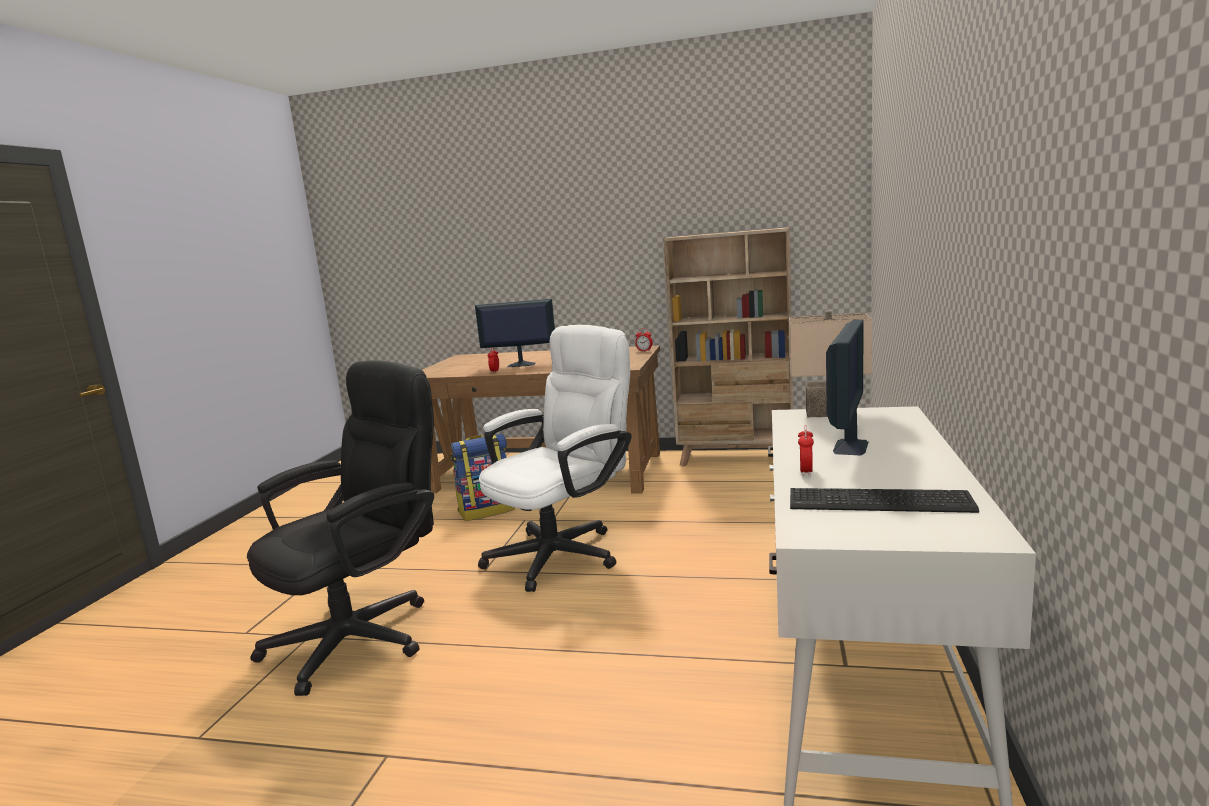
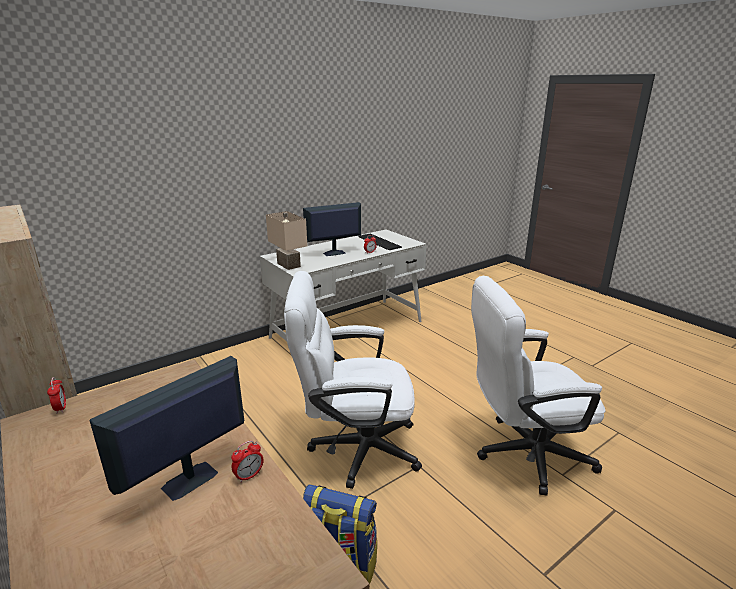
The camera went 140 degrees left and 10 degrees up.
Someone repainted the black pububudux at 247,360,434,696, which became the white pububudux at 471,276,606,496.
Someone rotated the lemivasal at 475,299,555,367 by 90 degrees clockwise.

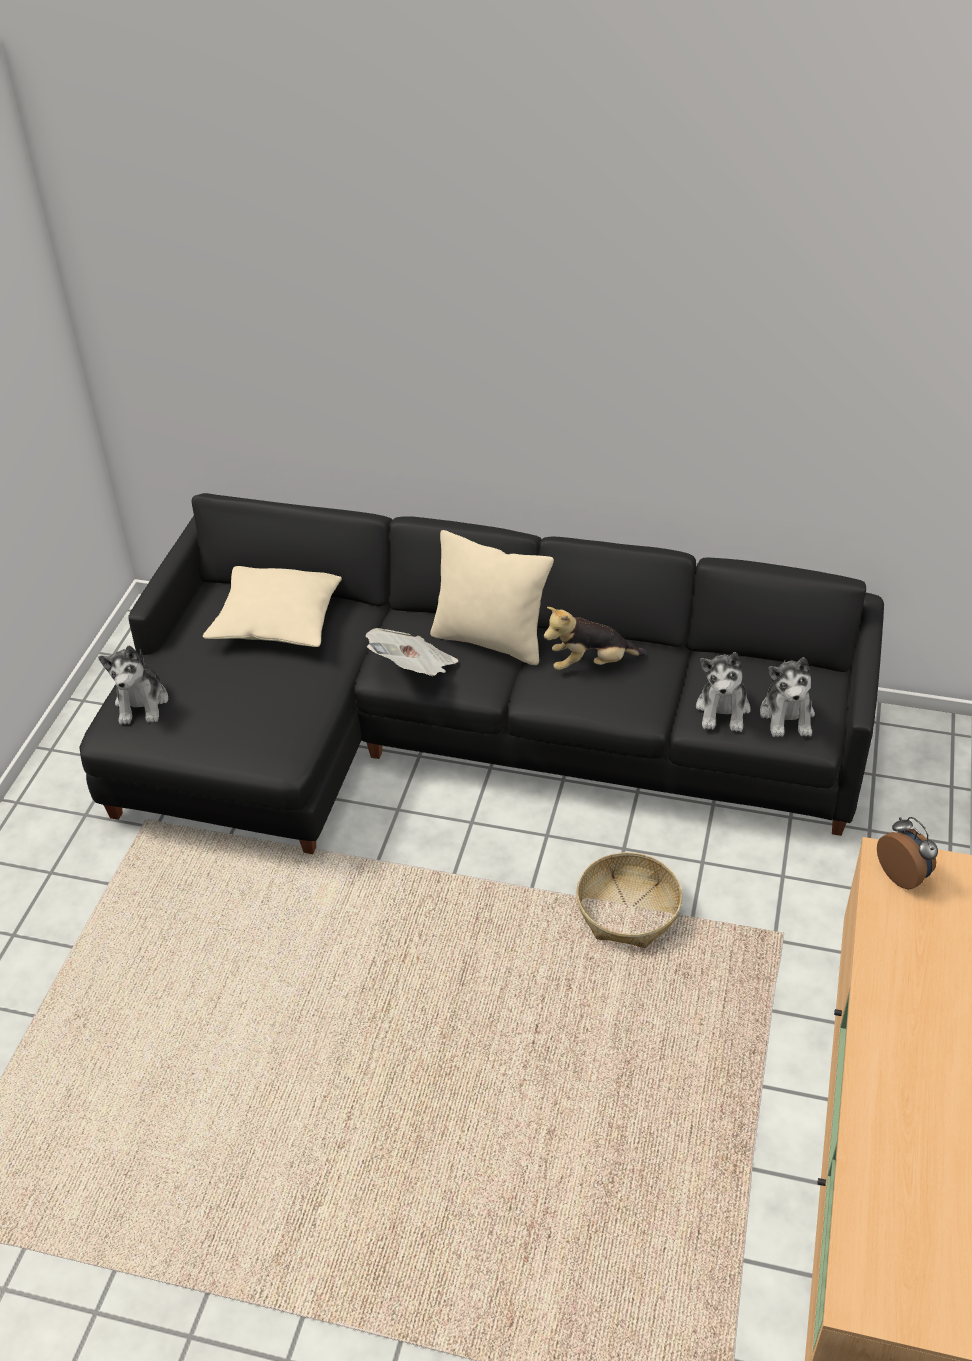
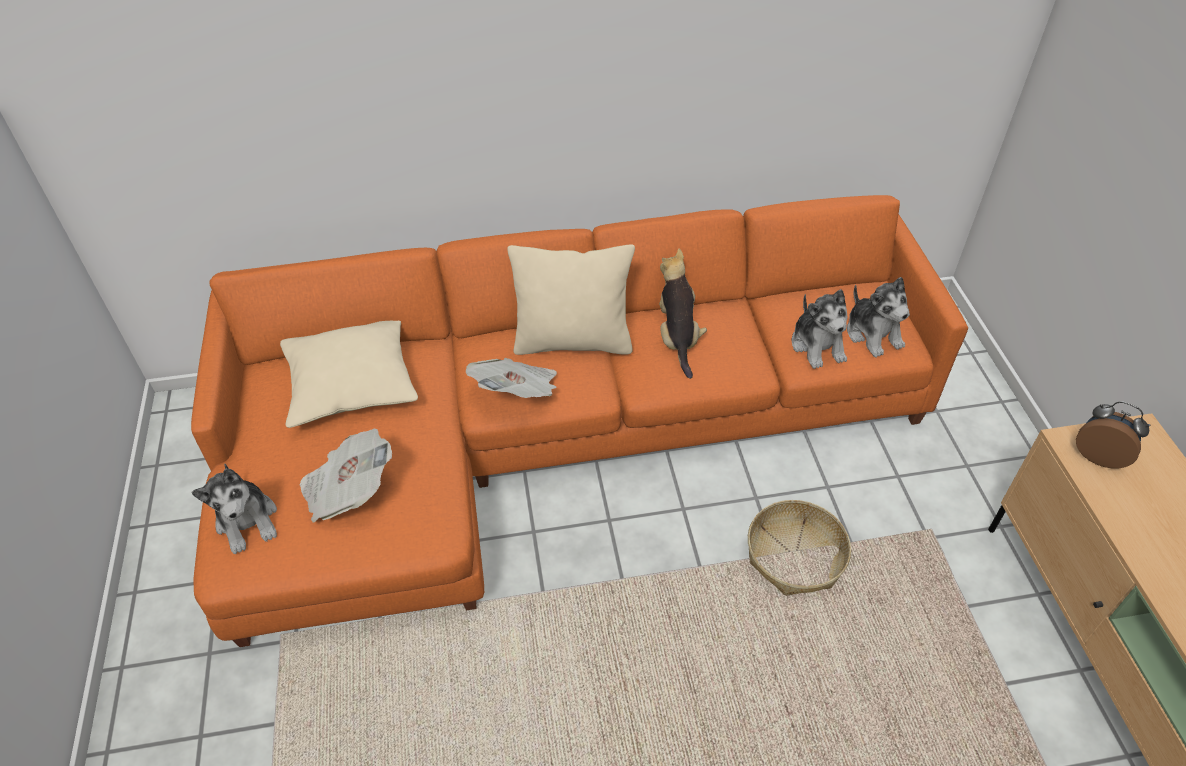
The camera went 25 degrees left and 5 degrees up.
Someone repainted the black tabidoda at 79,493,884,854, which became the orange tabidoda at 191,195,968,647.
Someone rotated the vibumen at 544,607,646,670 by 120 degrees clockwise.
Someone put down the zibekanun at 300,429,392,522.

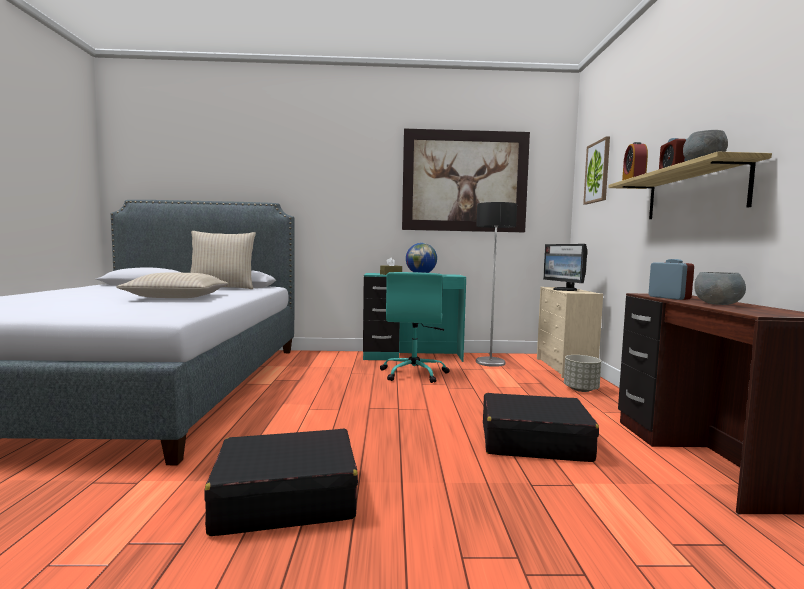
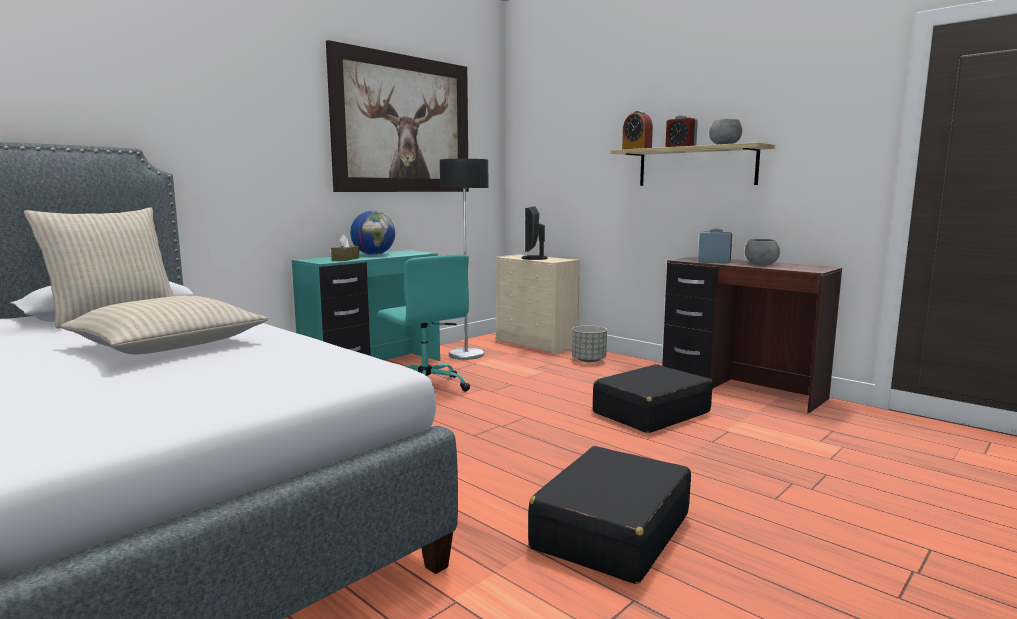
The camera went 45 degrees left and 5 degrees up.
Someone rotated the lemivasal at 543,244,587,291 by 75 degrees clockwise.
Someone took away the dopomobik at 583,136,610,205.

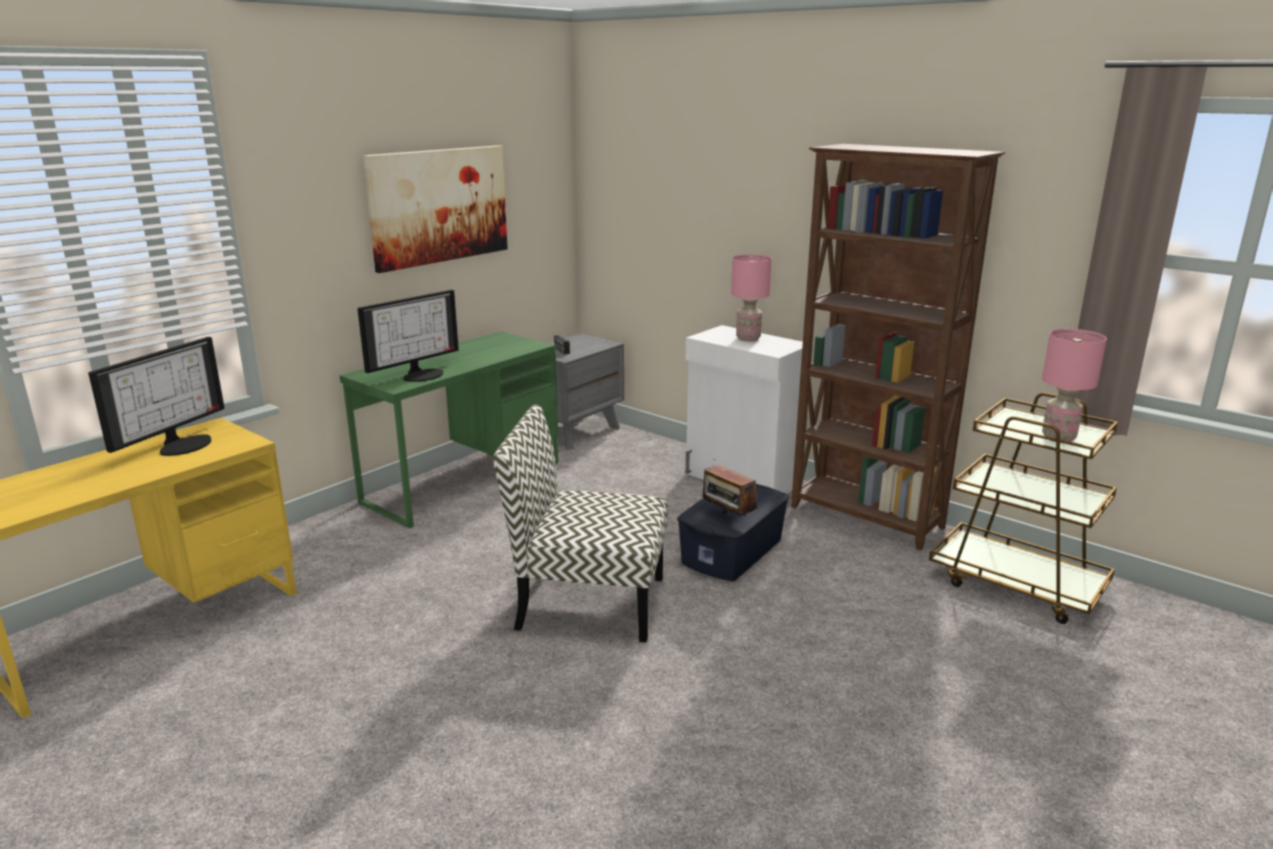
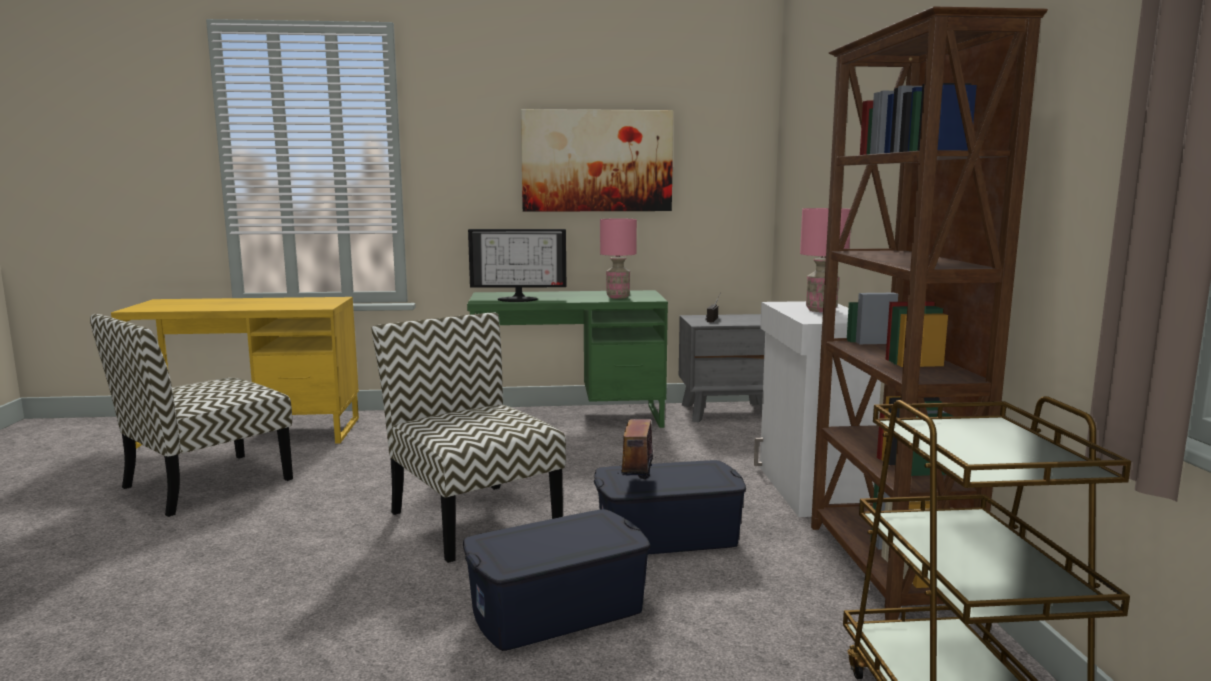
The camera went 45 degrees right and 10 degrees down.
Someone took away the lemivasal at 88,337,224,456.
Someone carried the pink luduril from 1042,329,1107,442 to 600,218,637,299.
Someone put down the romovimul at 90,314,293,517.
Someone put down the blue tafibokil at 463,509,650,651.

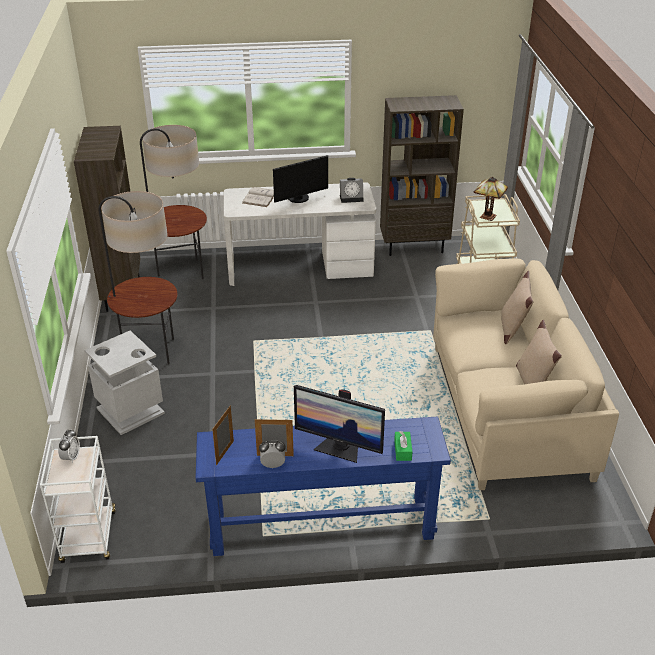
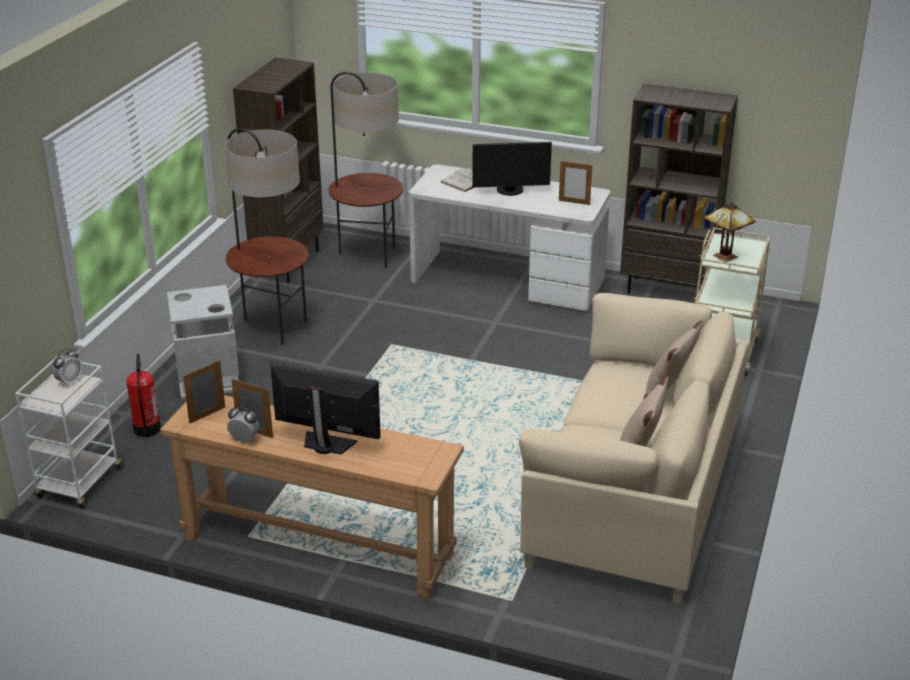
The camera went 25 degrees right and 5 degrees down.
Someone repainted the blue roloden at 196,416,451,556, which became the brown roloden at 160,395,464,599.
Someone rotated the lemivasal at 294,385,385,463 by 150 degrees clockwise.
Someone swapped the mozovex at 340,178,363,203 for the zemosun at 559,161,592,205.
Someone took away the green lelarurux at 394,431,412,461.
Someone put down the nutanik at 127,354,161,437.

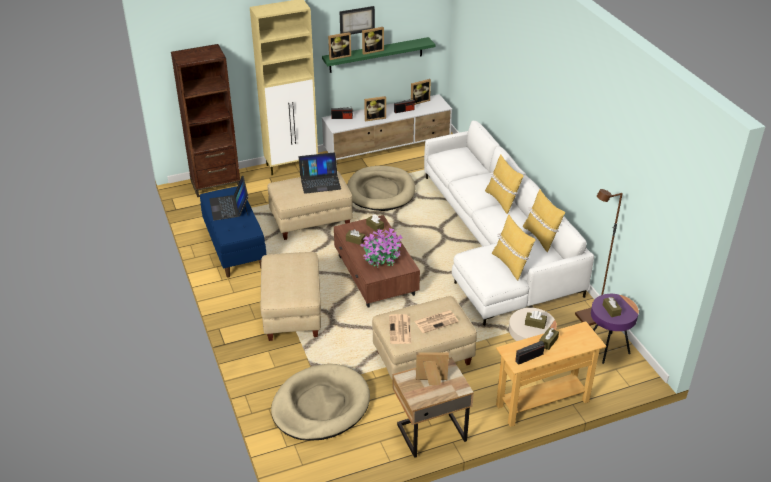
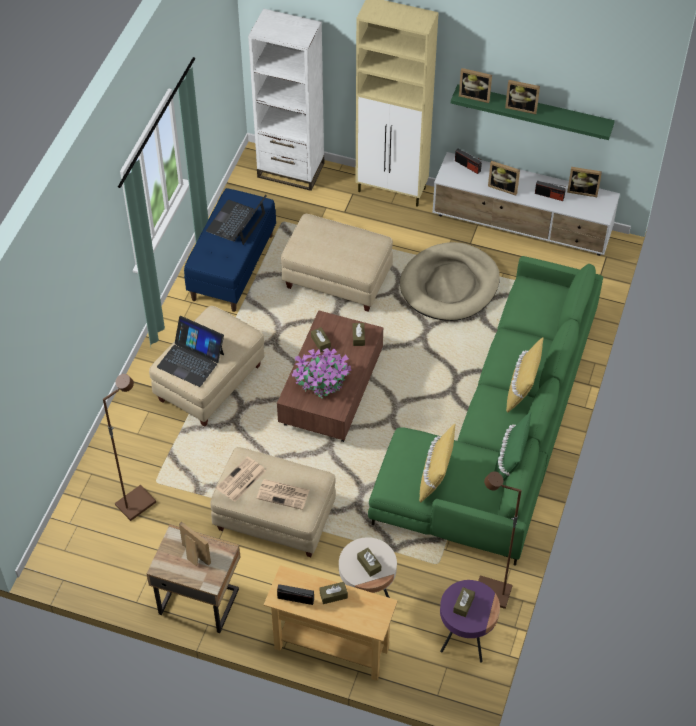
The camera went 40 degrees right and 15 degrees up.
Someone repainted the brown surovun at 171,44,240,197, which became the white surovun at 248,8,324,191.
Someone swapped the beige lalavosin at 271,364,370,441 for the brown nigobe at 103,374,156,521.
Someone carried the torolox from 299,152,341,194 to 157,316,224,387.
Someone took away the dopomobik at 340,6,375,34.
Someone repainted the white tabidoda at 424,121,594,326, which became the green tabidoda at 368,256,603,566.
Someone repainted the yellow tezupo at 523,189,565,252, which became the green tezupo at 495,412,531,482.

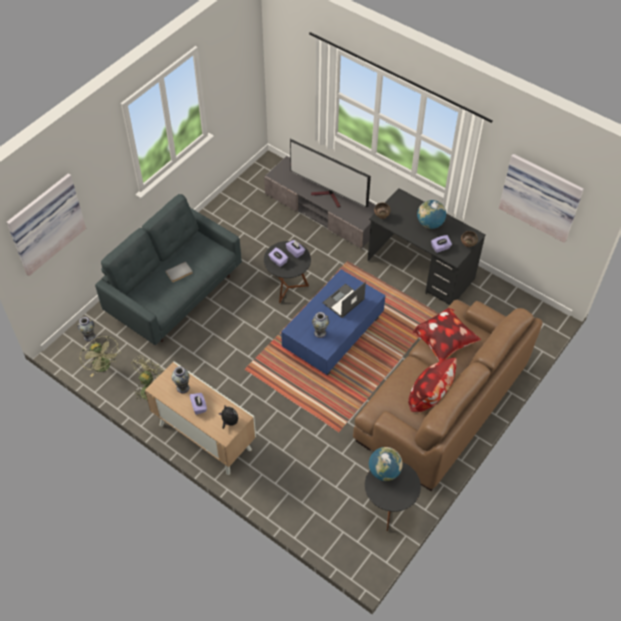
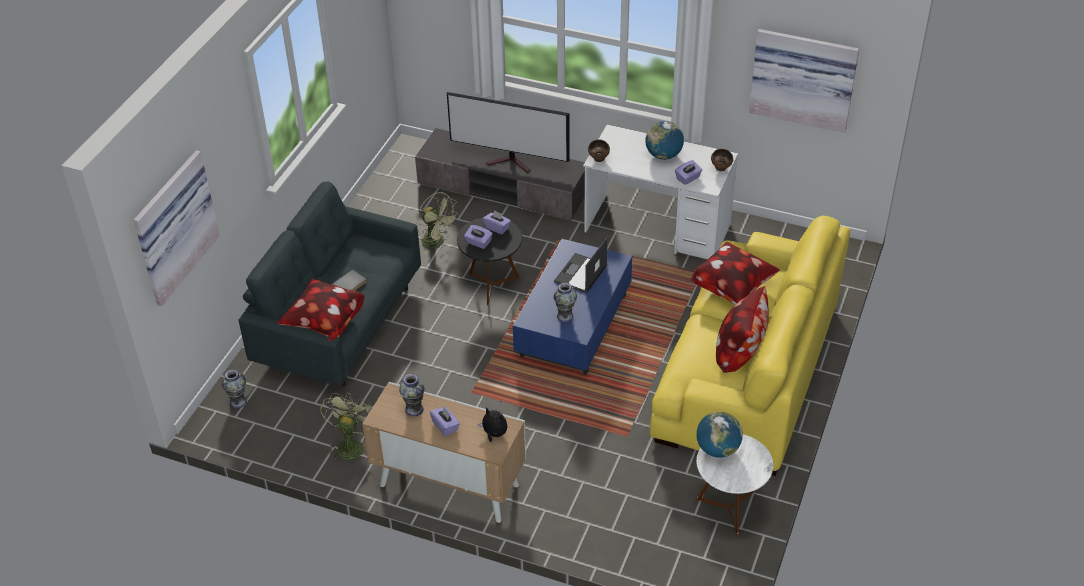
The camera went 15 degrees left and 10 degrees down.
Someone carried the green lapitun from 80,336,121,377 to 417,192,460,255.
Someone repainted the brown tabidoda at 353,300,543,491, which became the yellow tabidoda at 650,216,850,476.
Someone repainted the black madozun at 365,462,421,531, which became the white madozun at 696,435,773,536.
Someone repainted the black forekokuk at 368,188,486,305, which became the white forekokuk at 583,124,738,259.
Someone put down the tezupo at 277,279,364,341.

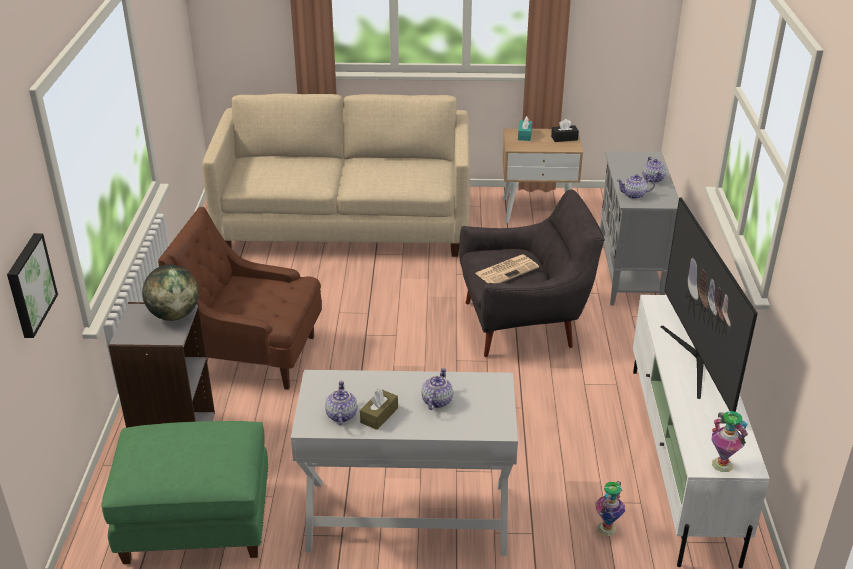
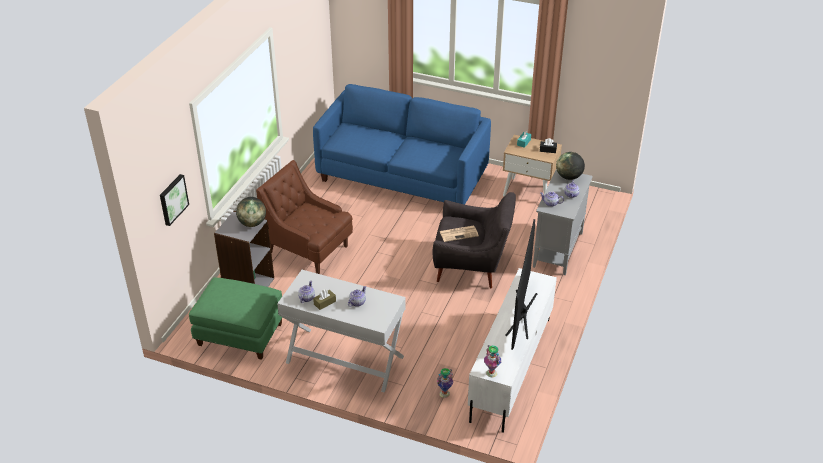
The camera went 20 degrees right and 5 degrees up.
Someone repainted the beige tabidoda at 202,94,470,257, which became the blue tabidoda at 313,84,491,205.
Someone put down the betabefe at 556,152,585,180.

